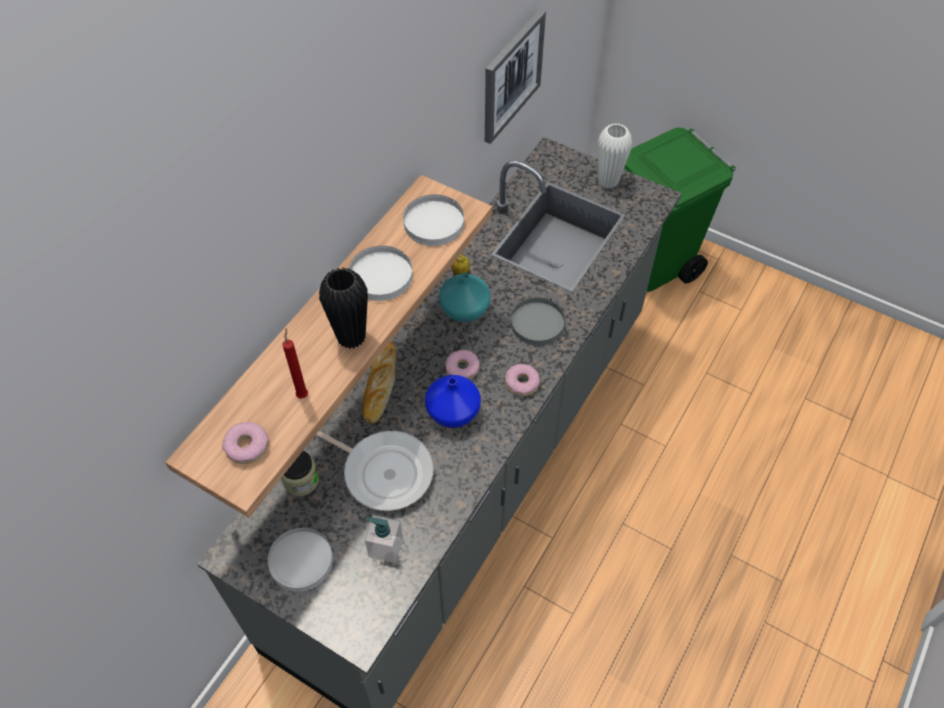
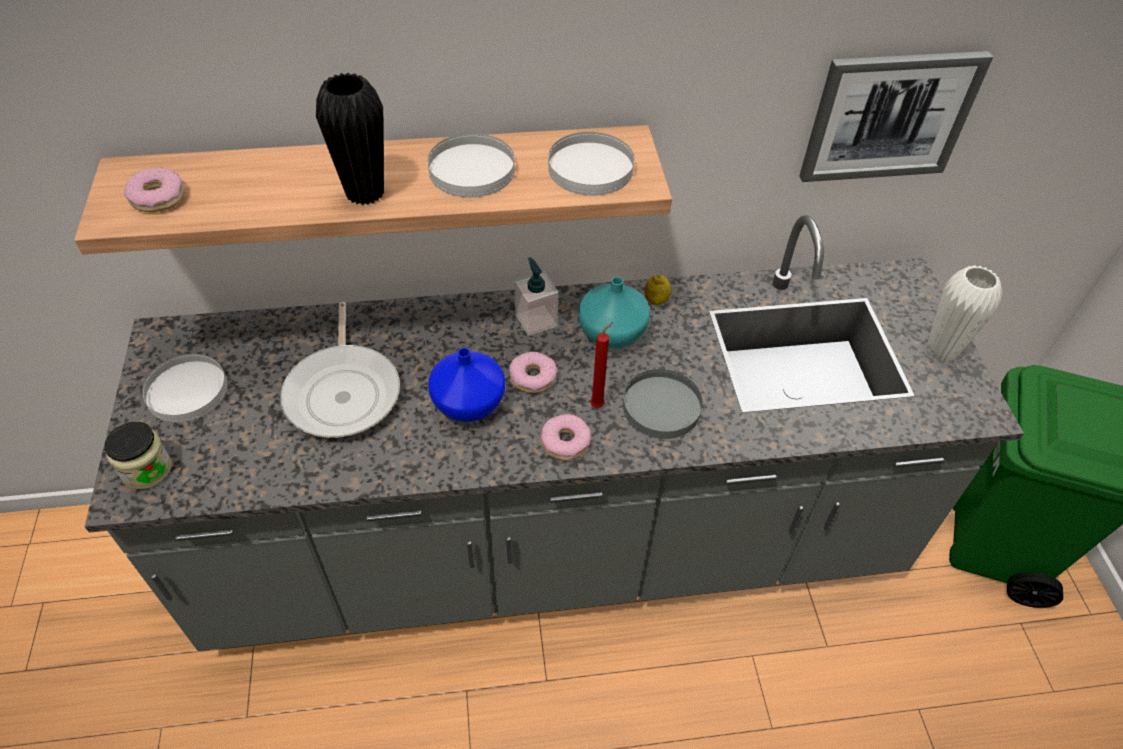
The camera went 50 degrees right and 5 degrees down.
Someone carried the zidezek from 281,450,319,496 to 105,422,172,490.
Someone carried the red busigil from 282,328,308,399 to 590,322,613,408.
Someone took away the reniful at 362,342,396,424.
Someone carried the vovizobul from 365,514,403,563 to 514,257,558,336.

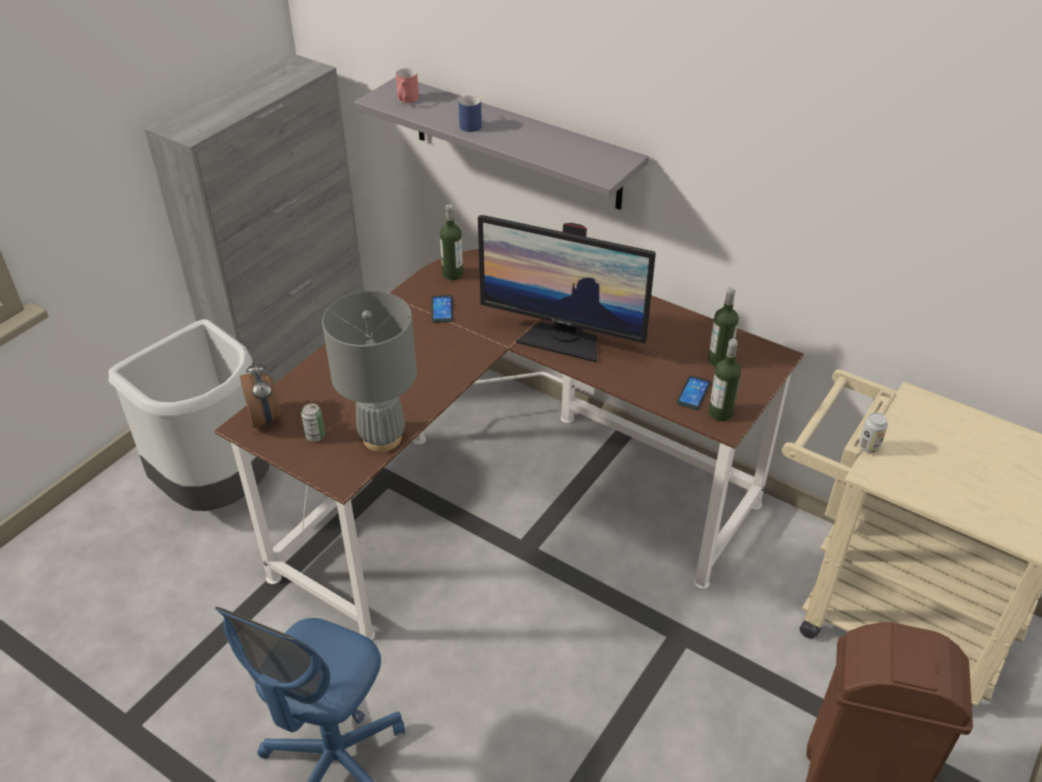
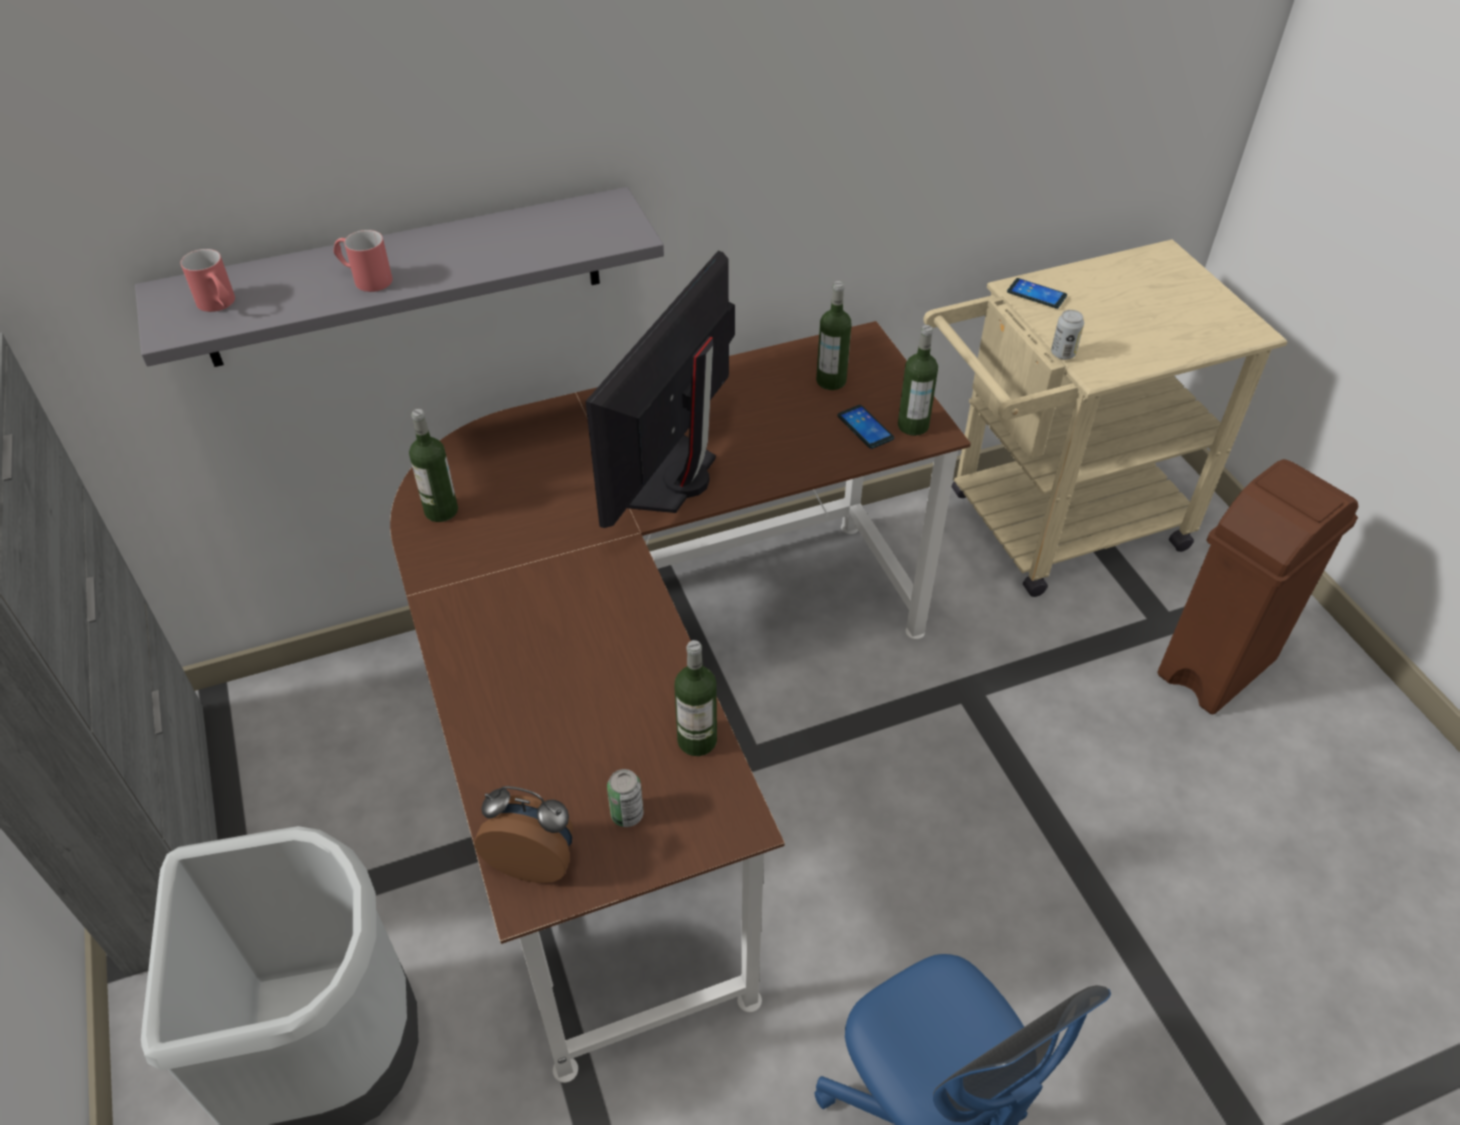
The camera went 55 degrees left and 5 degrees up.
Someone swapped the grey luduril at 322,291,417,452 for the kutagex at 674,640,717,756.
Someone carried the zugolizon from 432,295,453,323 to 1007,278,1067,309.
Someone repainted the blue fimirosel at 459,95,482,132, which became the red fimirosel at 334,230,393,292.
Someone rotated the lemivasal at 478,215,656,363 by 150 degrees clockwise.

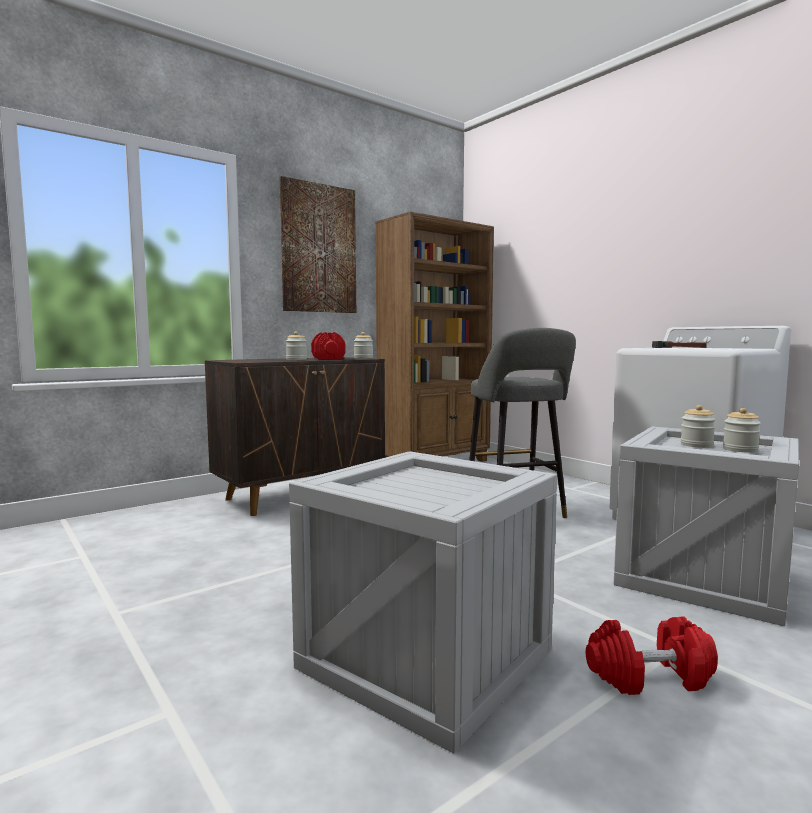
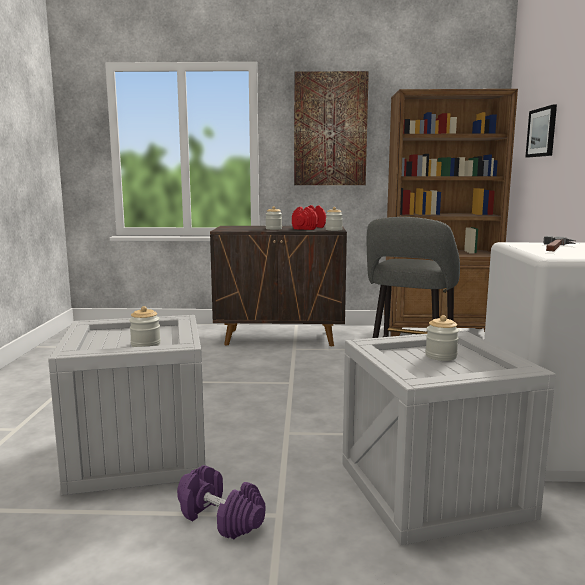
The camera went 40 degrees right and 5 degrees up.
Someone repainted the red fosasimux at 586,616,718,695, which became the purple fosasimux at 177,465,265,539.
Someone carried the zidezek from 723,408,761,452 to 129,306,161,347.
Someone put up the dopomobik at 525,105,557,157.

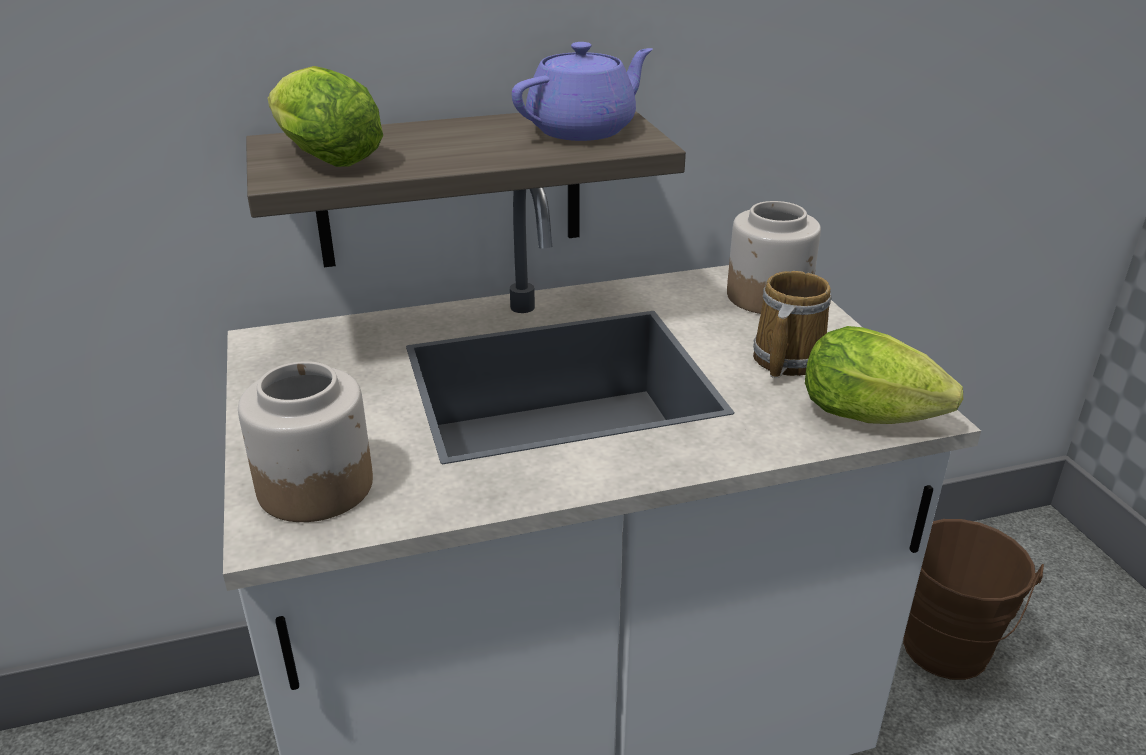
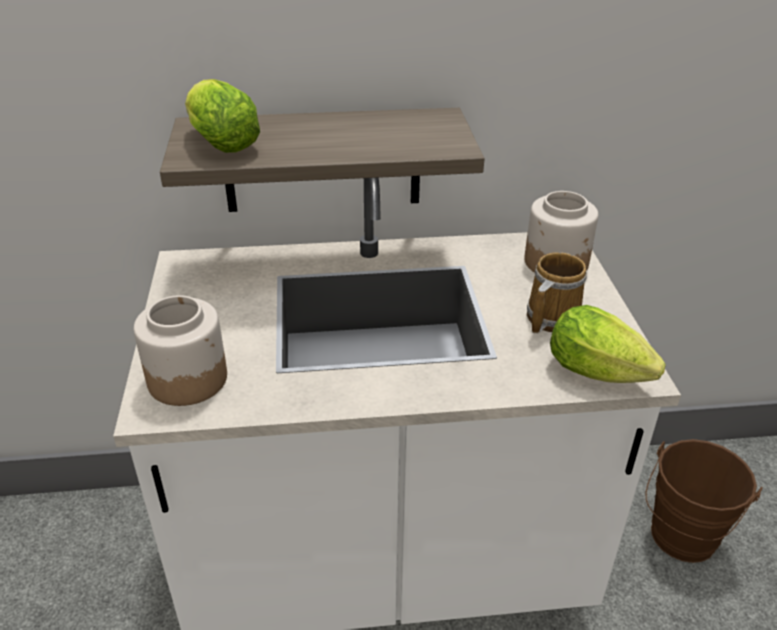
The camera went 10 degrees right and 5 degrees up.
Someone took away the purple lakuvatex at 512,42,653,141.

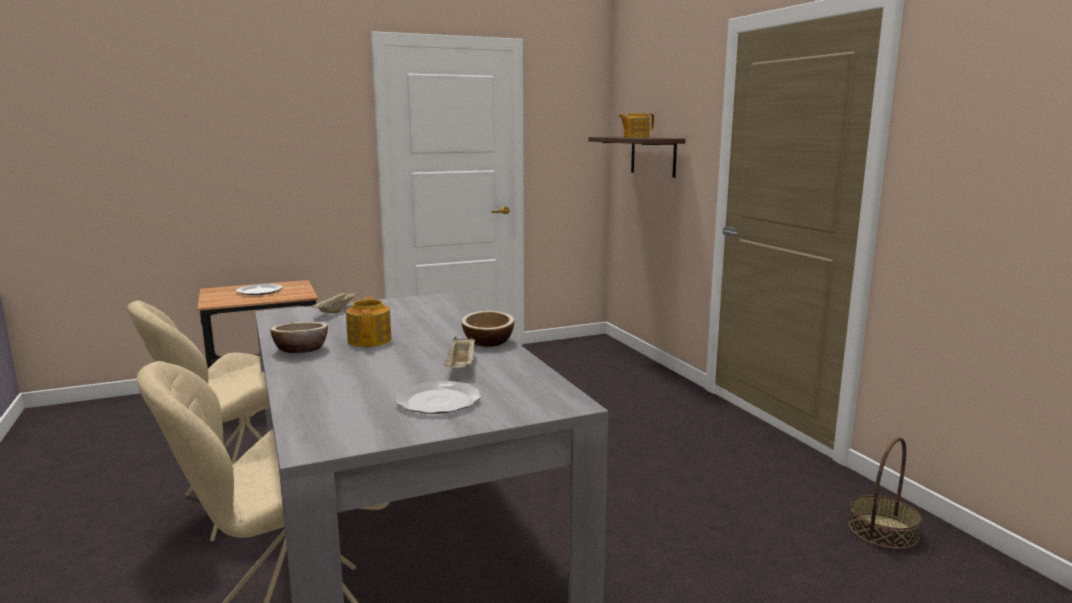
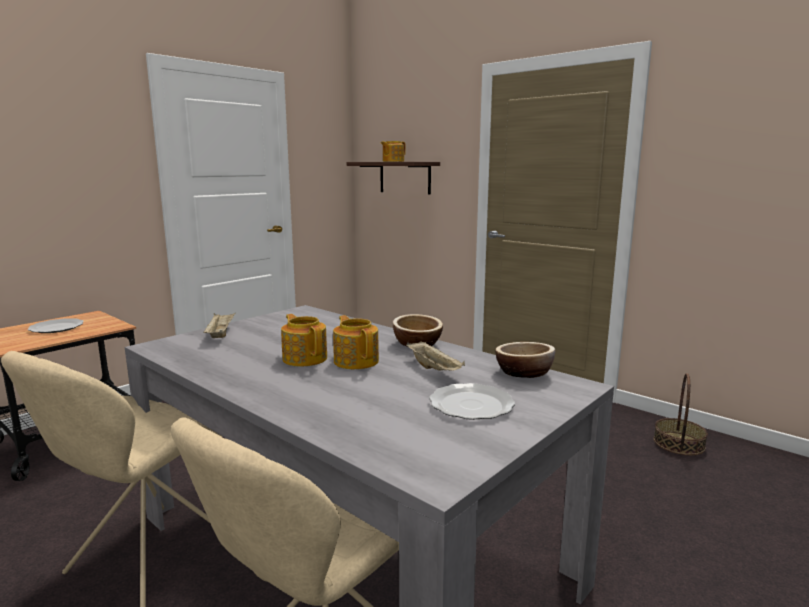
The camera went 25 degrees left and 0 degrees up.
Someone carried the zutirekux from 270,322,328,353 to 495,342,555,378.
Someone put down the lakuvatex at 333,315,379,369.

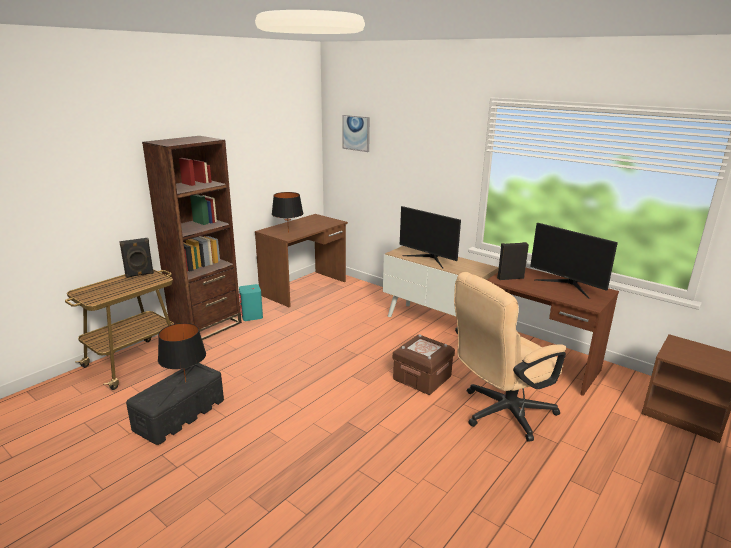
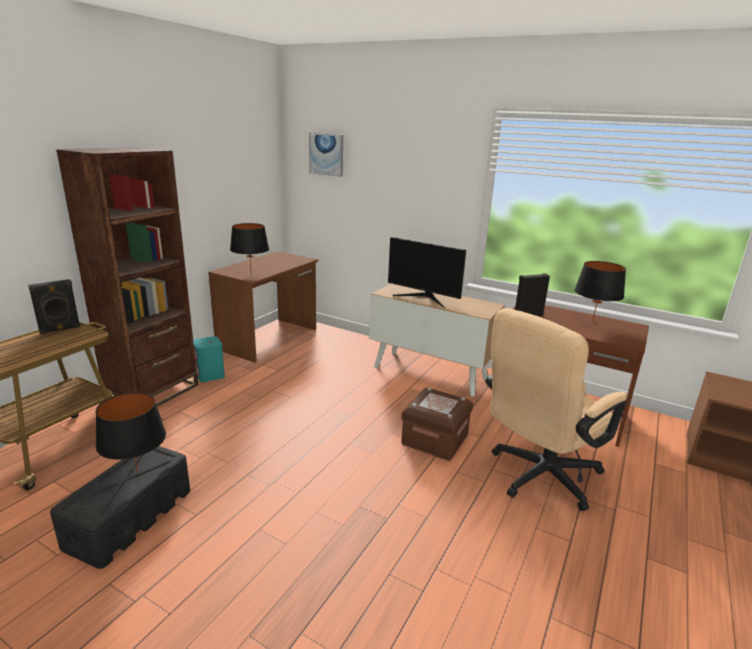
The camera went 10 degrees left and 0 degrees up.
Someone swapped the lemivasal at 530,223,618,299 for the black luduril at 574,261,626,322.

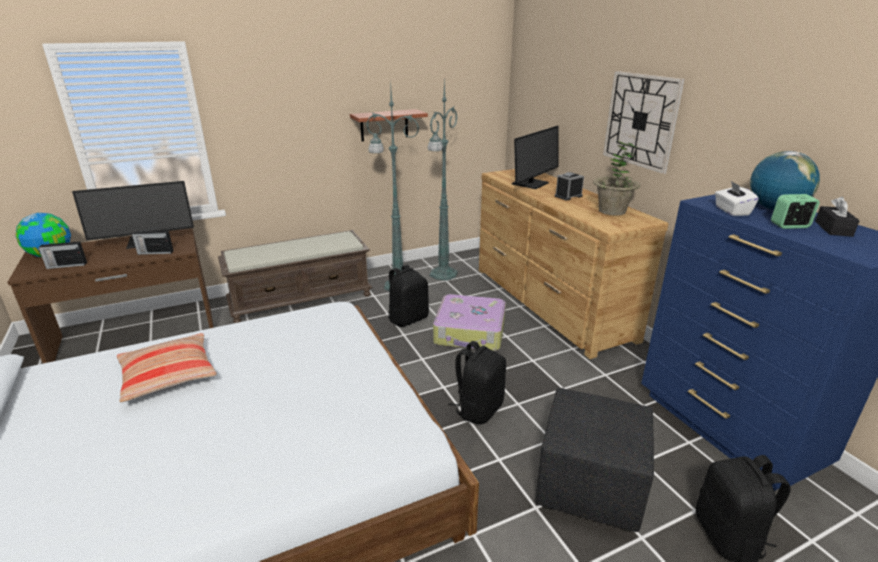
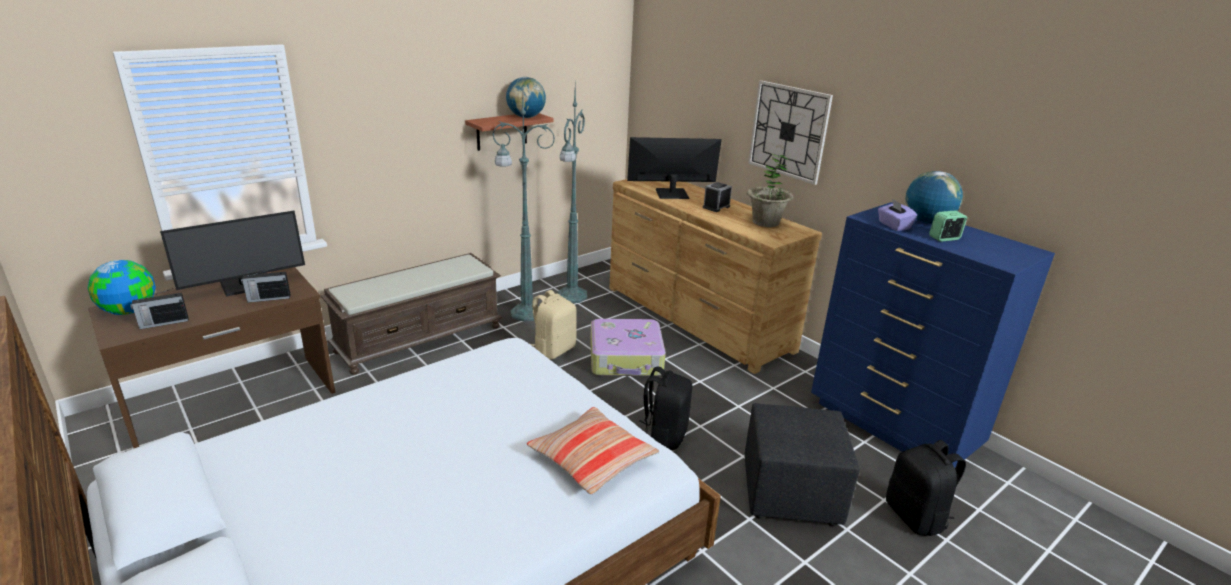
The camera went 15 degrees left and 0 degrees up.
Someone carried the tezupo from 117,333,217,402 to 527,407,659,494.
Someone repainted the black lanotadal at 388,265,429,327, which became the beige lanotadal at 530,290,577,360.
Someone rotated the lemivasal at 512,126,559,189 by 120 degrees counterclockwise.
Someone repainted the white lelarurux at 715,181,759,216, which became the purple lelarurux at 878,199,917,231.
Someone took away the black lelarurux at 815,197,860,237.
Someone put down the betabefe at 506,77,546,118.

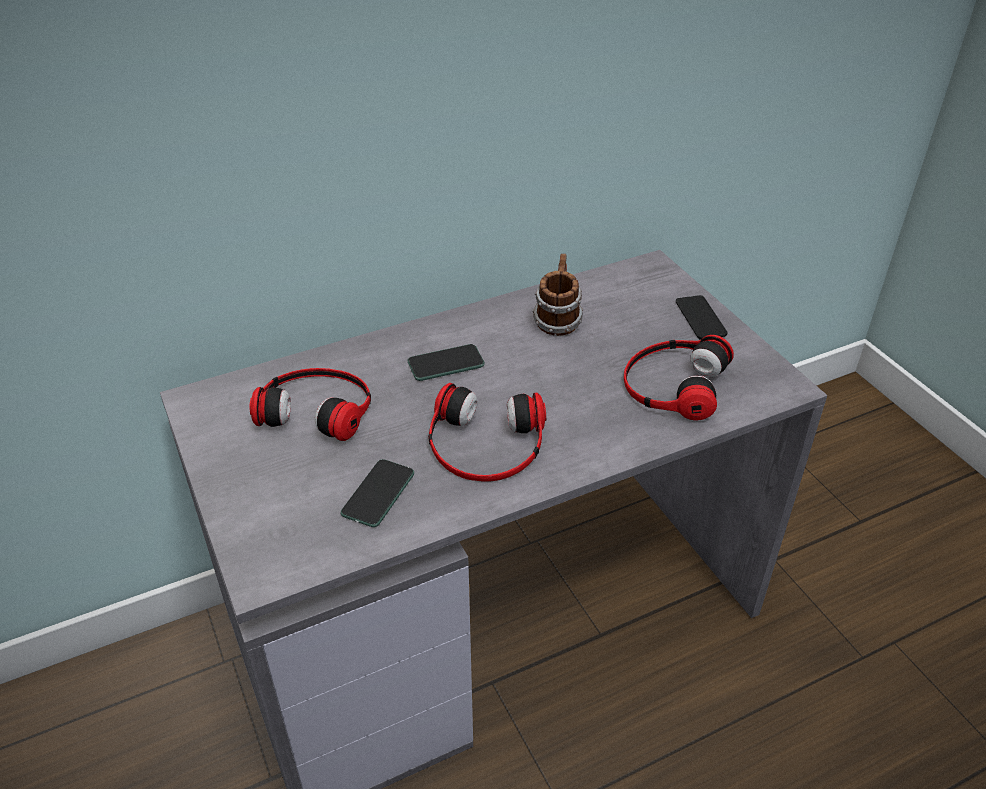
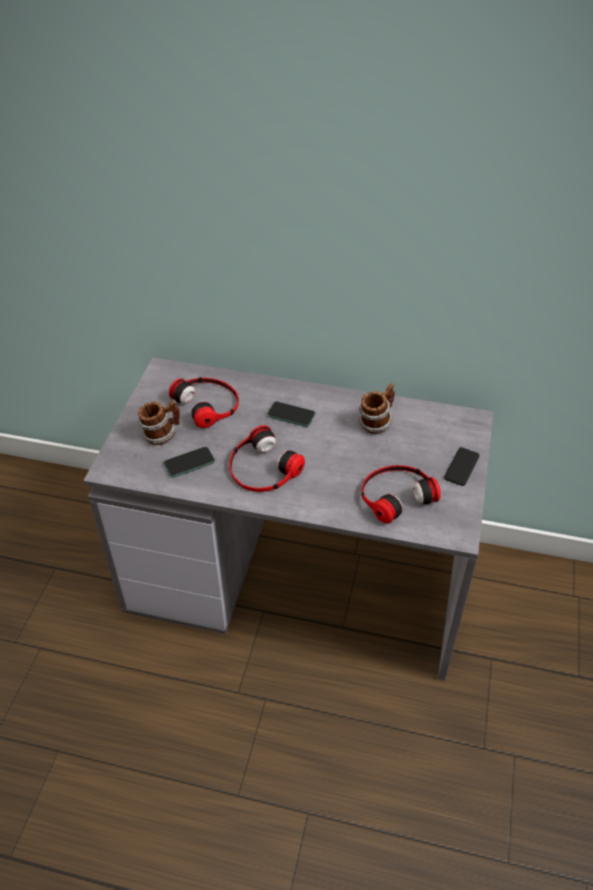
The camera went 40 degrees right and 5 degrees up.
Someone put down the fimirosel at 138,400,180,445.

